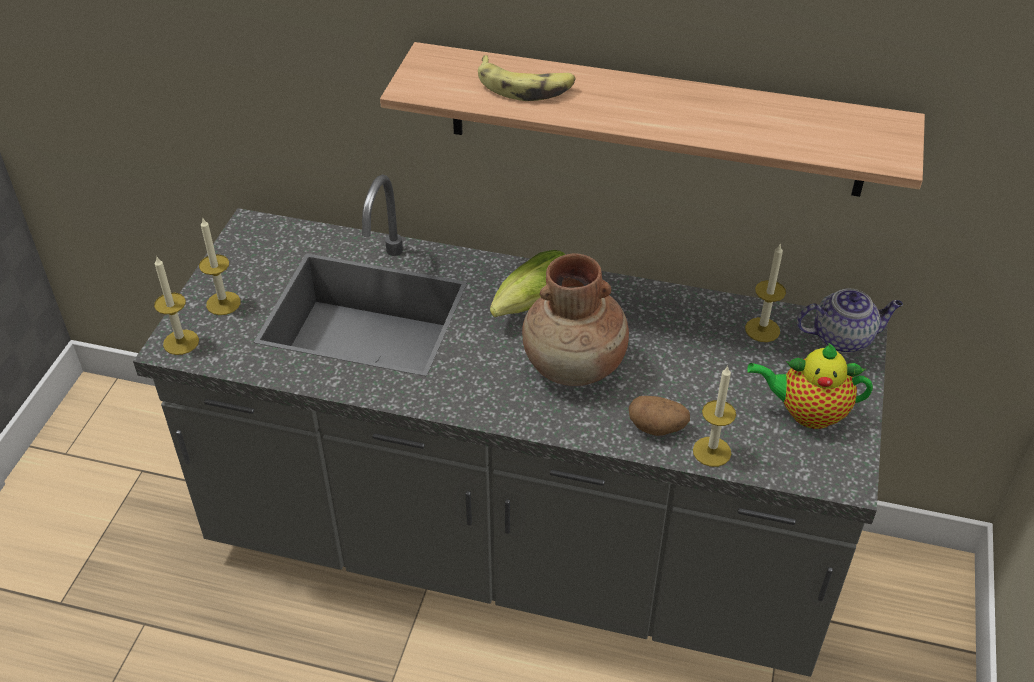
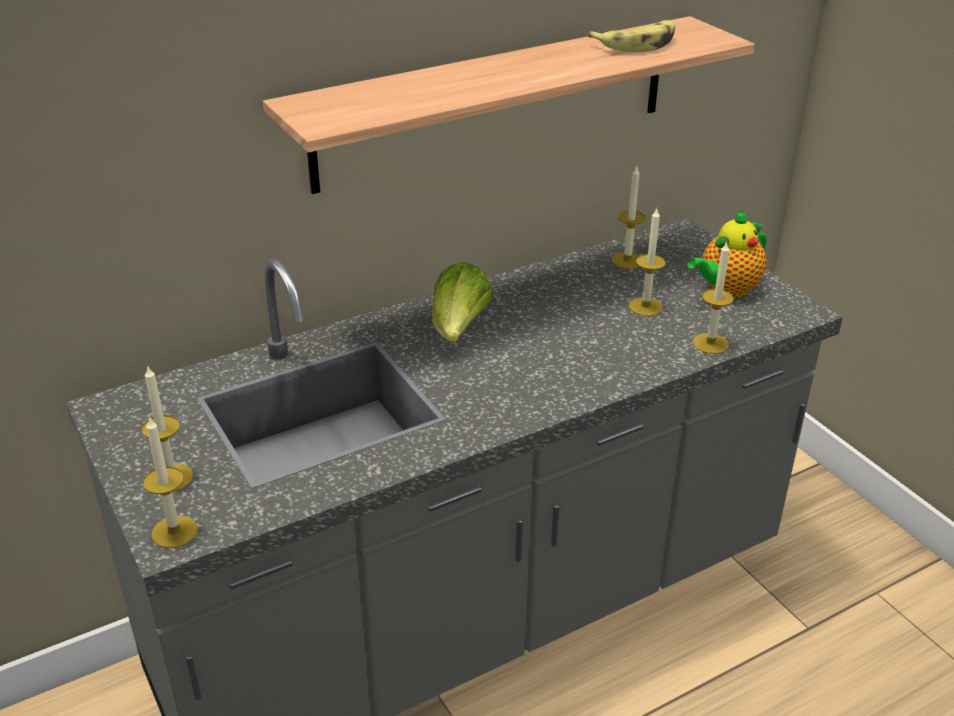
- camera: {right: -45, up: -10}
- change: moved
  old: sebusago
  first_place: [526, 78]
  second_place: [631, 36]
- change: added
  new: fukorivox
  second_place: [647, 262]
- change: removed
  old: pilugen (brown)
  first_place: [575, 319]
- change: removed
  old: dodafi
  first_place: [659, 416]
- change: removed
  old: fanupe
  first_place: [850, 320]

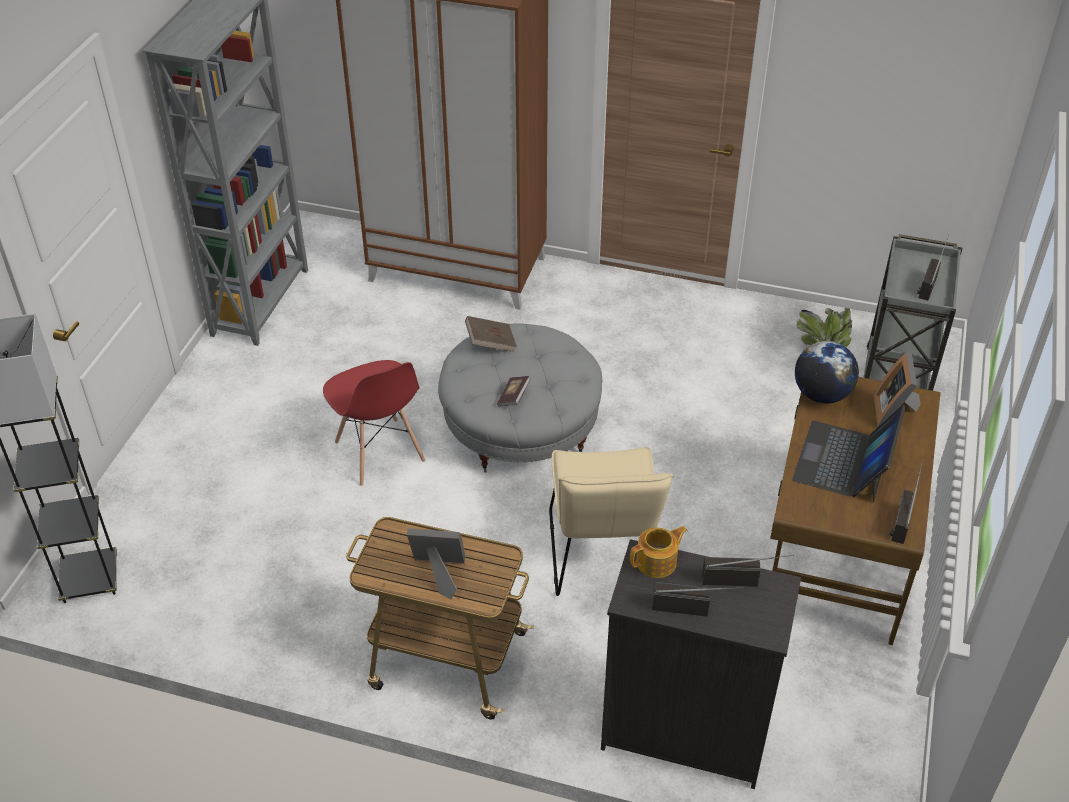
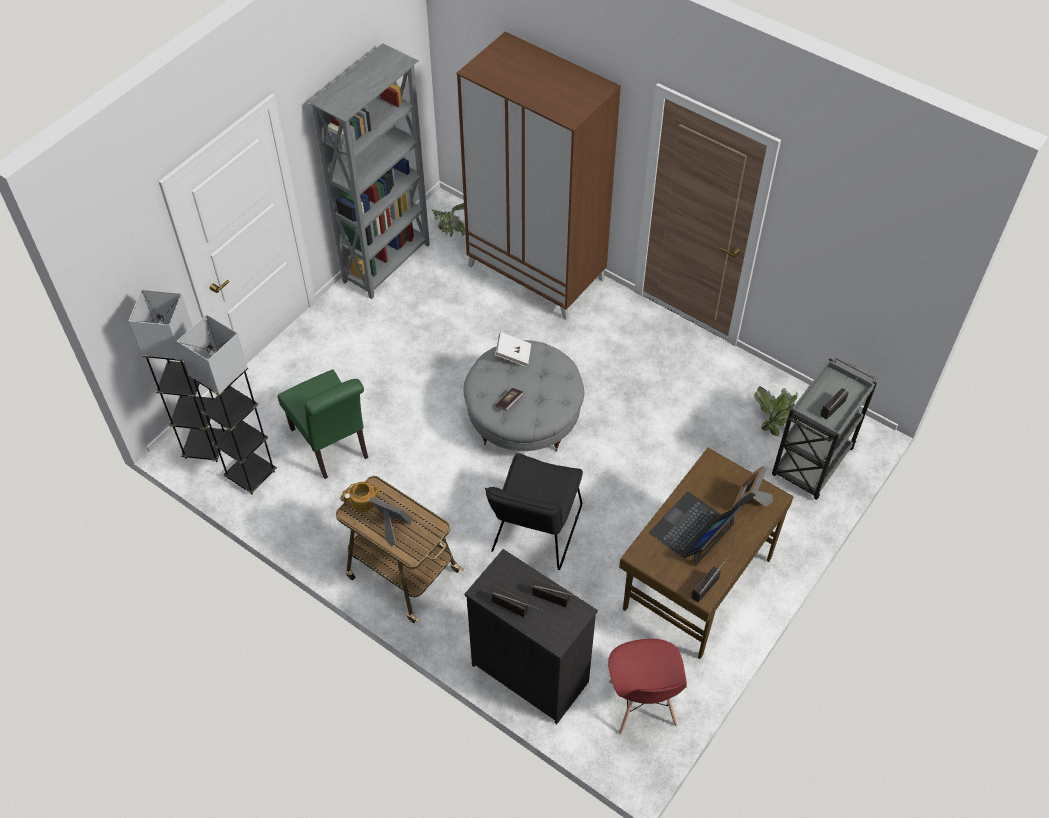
- camera: {right: 20, up: 10}
- change: added
  new: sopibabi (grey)
  second_place: [227, 404]
- change: added
  new: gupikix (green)
  second_place: [322, 424]
- change: moved
  old: fanupe
  first_place: [658, 552]
  second_place: [363, 497]
- change: added
  new: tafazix
  second_place: [449, 220]
- change: recoloured
  old: gupikix (beige)
  new: gupikix (black)
  first_place: [611, 521]
  second_place: [534, 511]
- change: recoloured
  old: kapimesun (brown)
  new: kapimesun (white)
  first_place: [491, 334]
  second_place: [513, 349]
- change: moved
  old: gupikix (red)
  first_place: [374, 423]
  second_place: [647, 687]
- change: removed
  old: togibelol
  first_place: [827, 372]

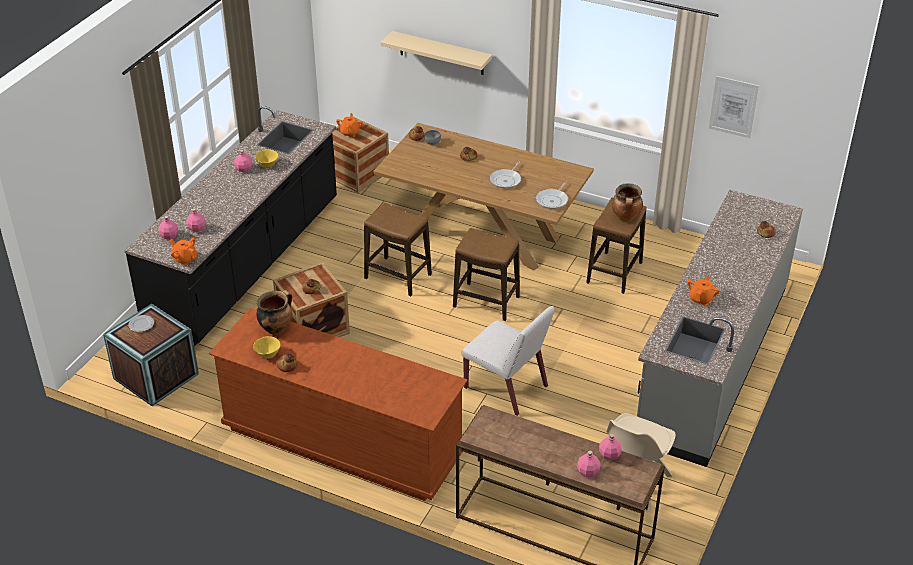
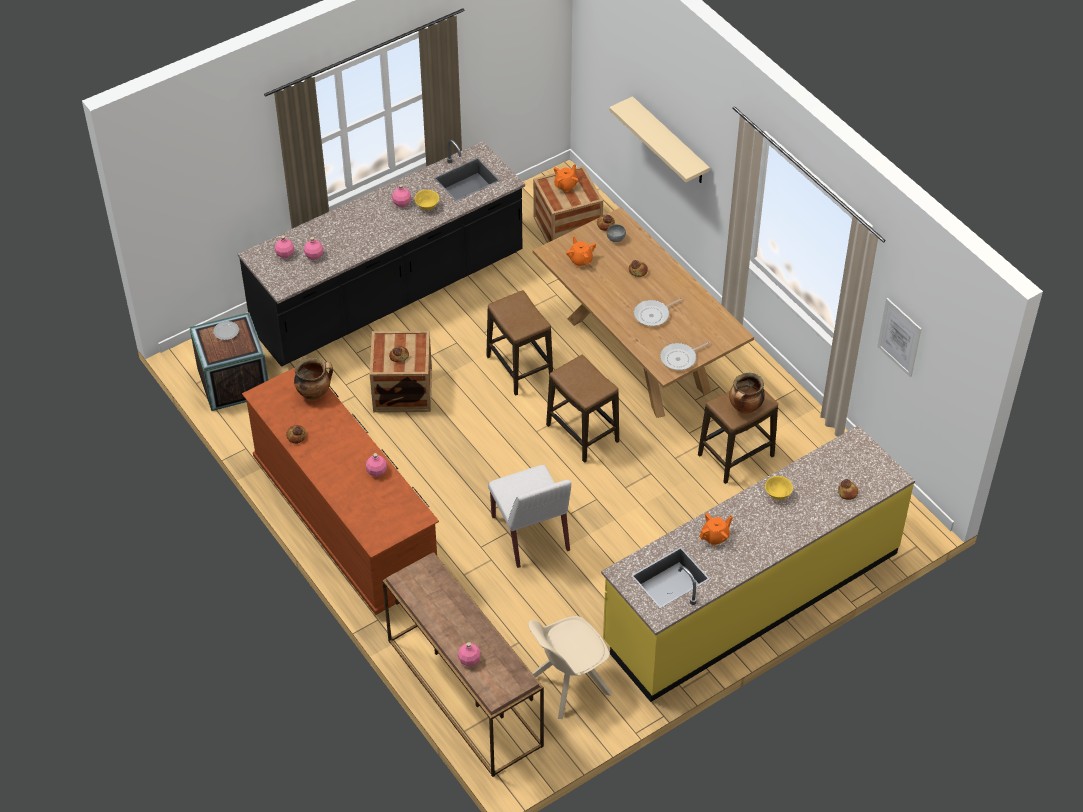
- camera: {right: 30, up: 10}
- change: moved
  old: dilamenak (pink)
  first_place: [610, 447]
  second_place: [376, 465]
- change: moved
  old: fanupe (orange)
  first_place: [183, 251]
  second_place: [581, 252]
- change: recoloured
  old: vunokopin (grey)
  new: vunokopin (yellow)
  first_place: [720, 328]
  second_place: [758, 563]
- change: moved
  old: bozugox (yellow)
  first_place: [267, 347]
  second_place: [779, 488]

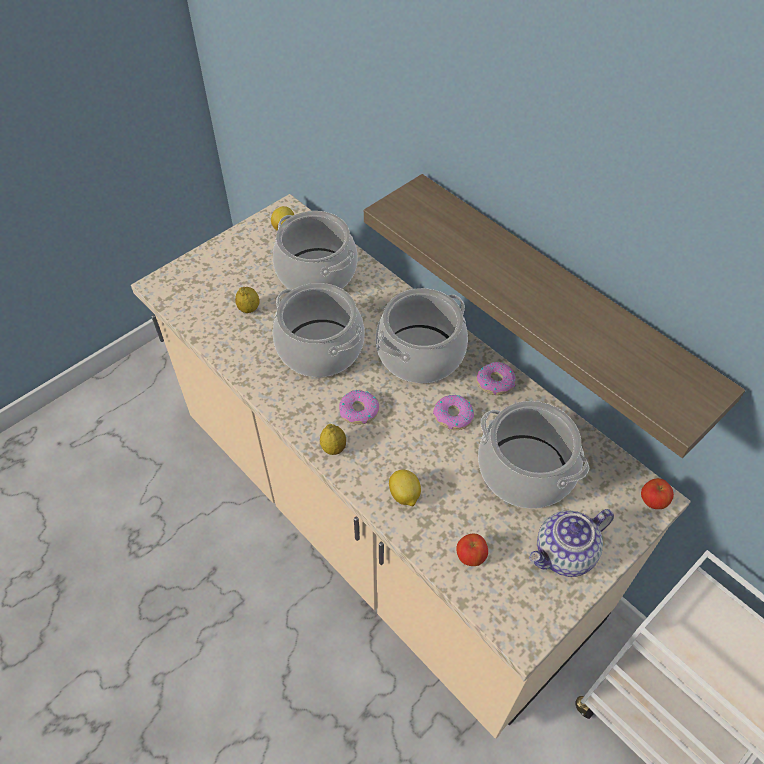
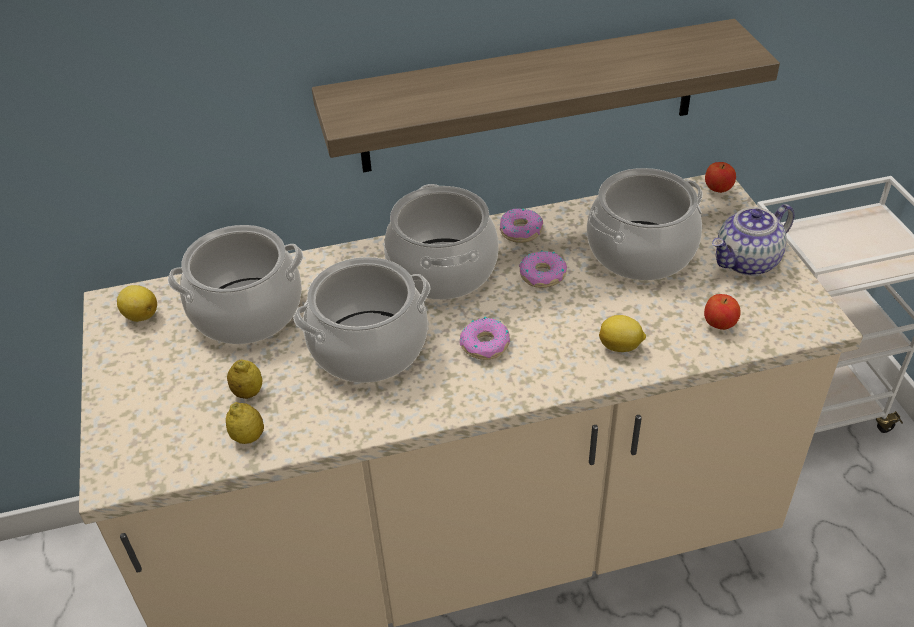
- camera: {right: -60, up: -10}
- change: moved
  old: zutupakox
  first_place: [333, 439]
  second_place: [245, 423]
- change: turned
  old: fanupe
  first_place: [571, 543]
  second_place: [753, 240]
  degrees: 60

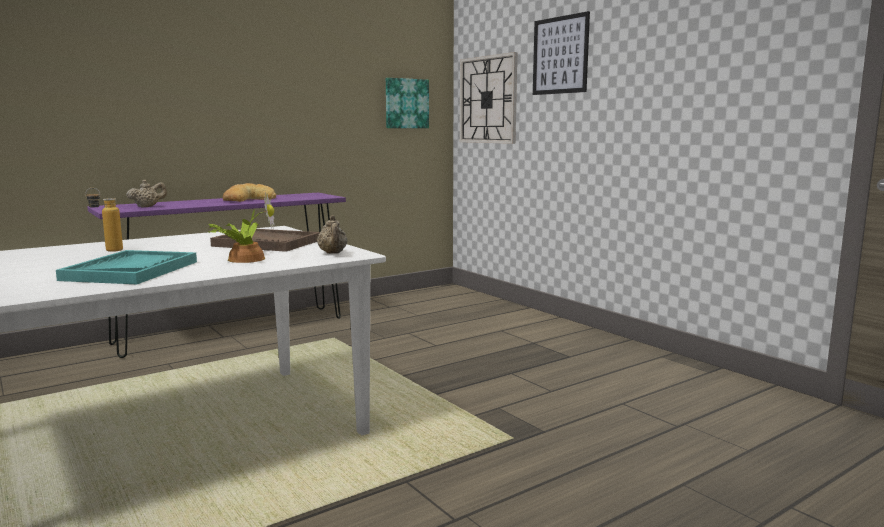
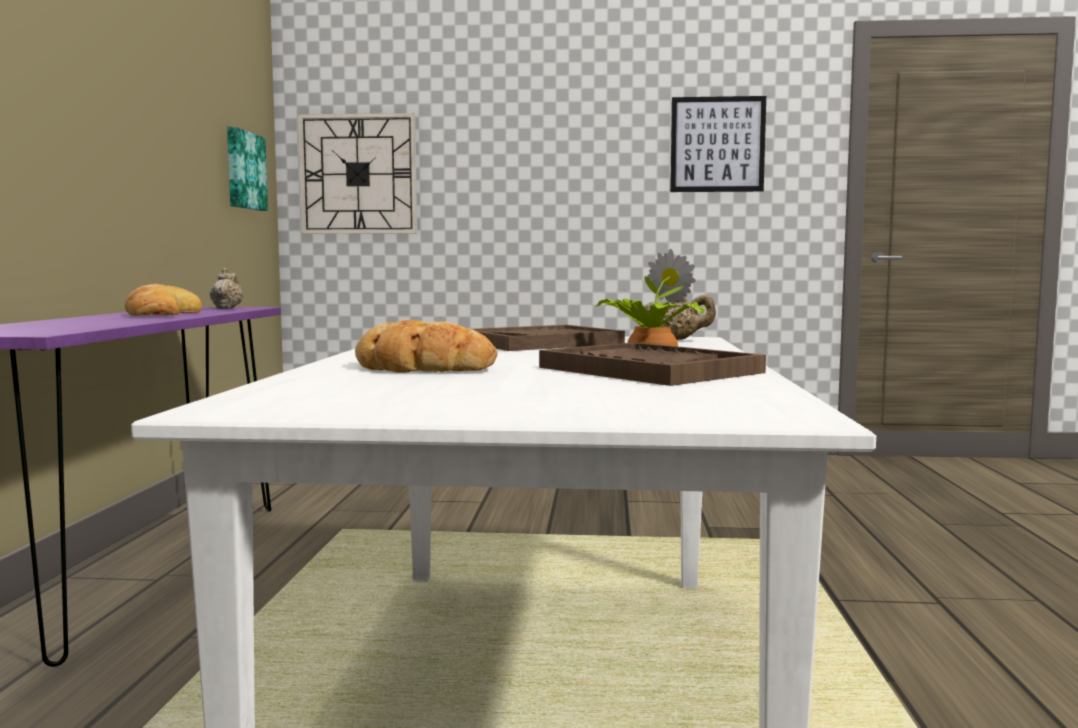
- camera: {right: -50, up: -5}
- change: moved
  old: fanupe (beige)
  first_place: [146, 194]
  second_place: [226, 288]
- change: replaced
  old: dilamenak
  new: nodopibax
  first_place: [104, 220]
  second_place: [426, 346]
- change: recoloured
  old: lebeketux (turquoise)
  new: lebeketux (brown)
  first_place: [126, 267]
  second_place: [652, 364]
- change: moved
  old: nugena
  first_place: [561, 53]
  second_place: [718, 144]

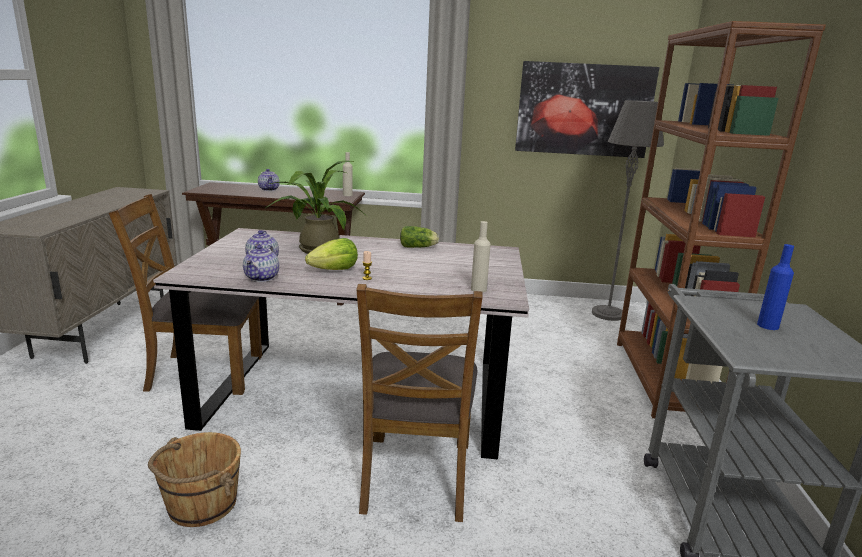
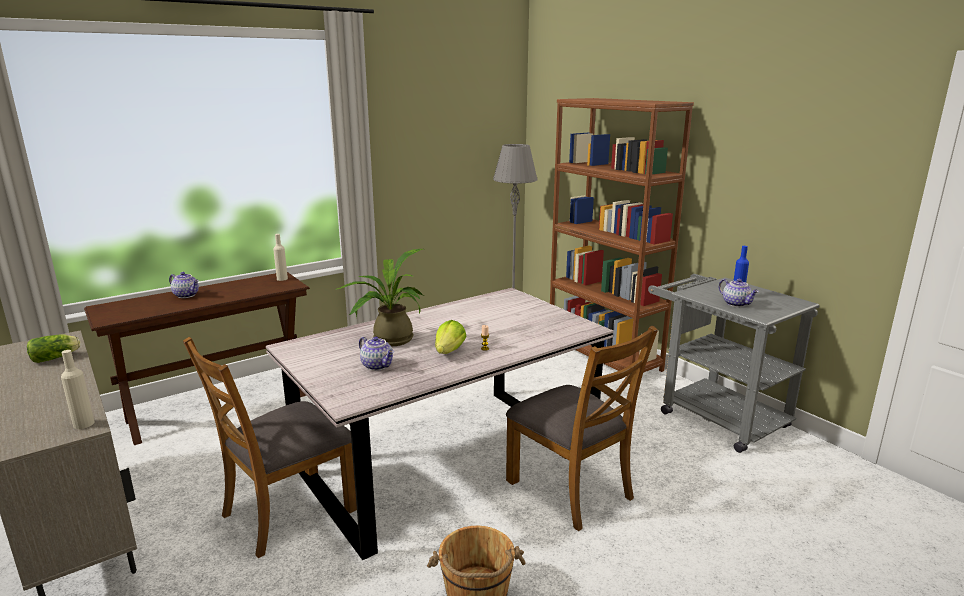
- camera: {right: -40, up: 0}
- change: moved
  old: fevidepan
  first_place: [419, 237]
  second_place: [54, 348]
- change: moved
  old: dilamenak (beige)
  first_place: [481, 256]
  second_place: [77, 389]
- change: moved
  old: fanupe
  first_place: [261, 263]
  second_place: [739, 293]
- change: removed
  old: nugena
  first_place: [587, 109]

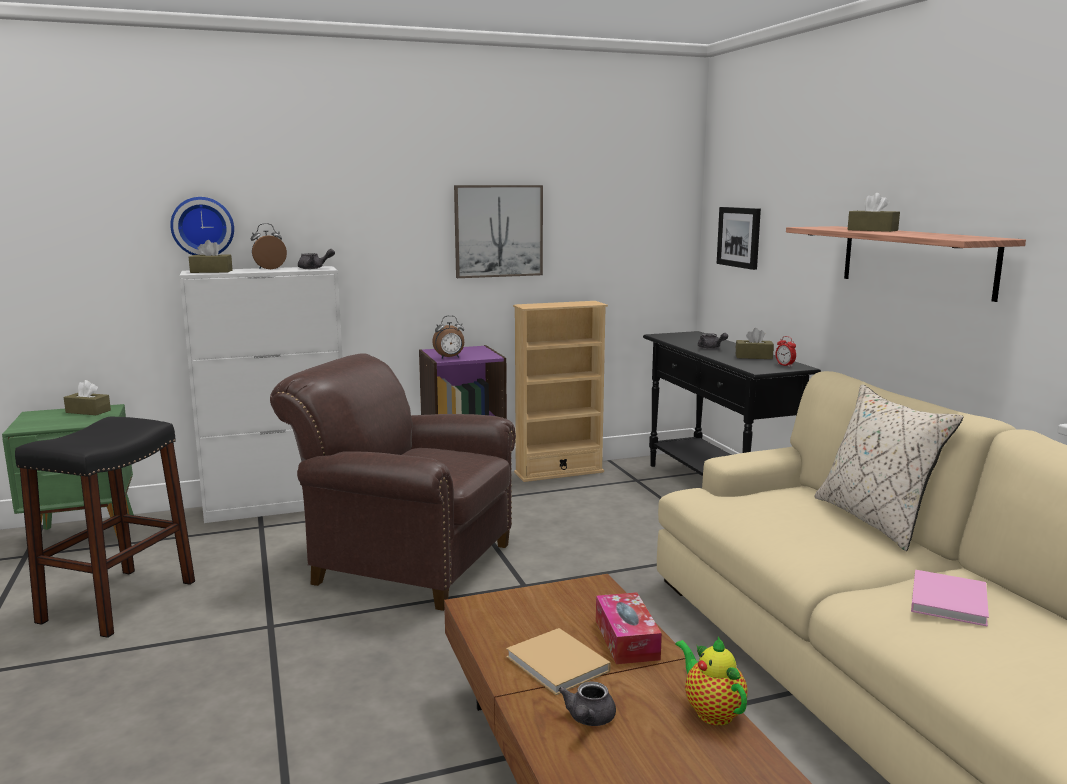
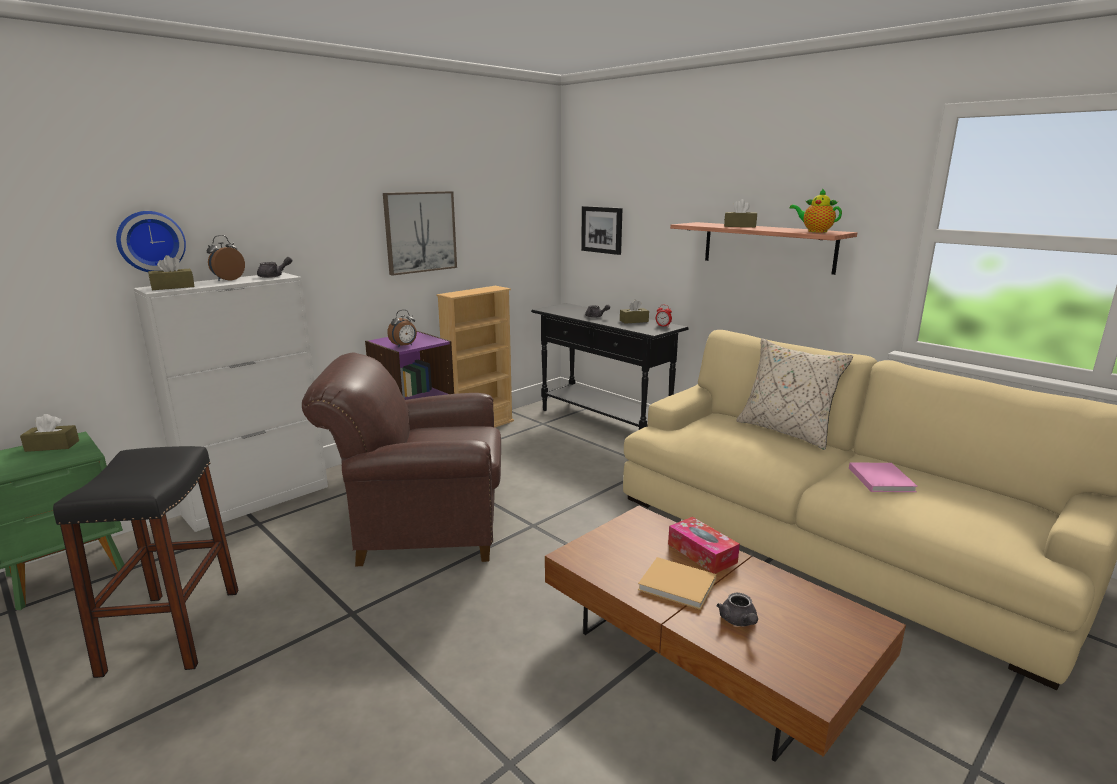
- camera: {right: -25, up: 5}
- change: moved
  old: fanupe
  first_place: [711, 681]
  second_place: [816, 210]

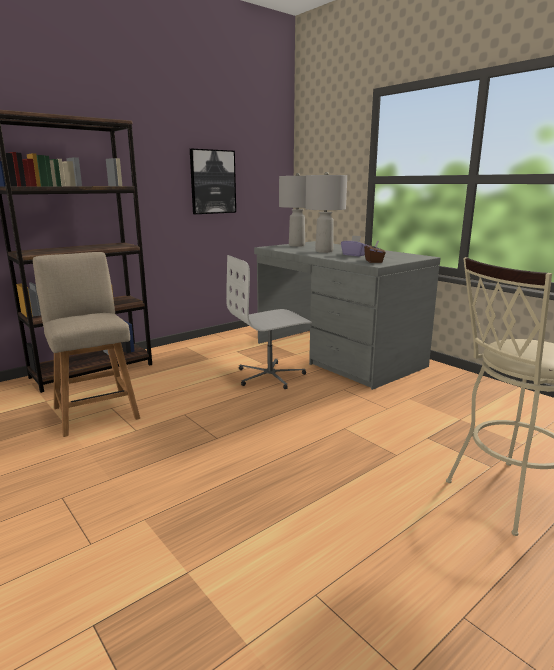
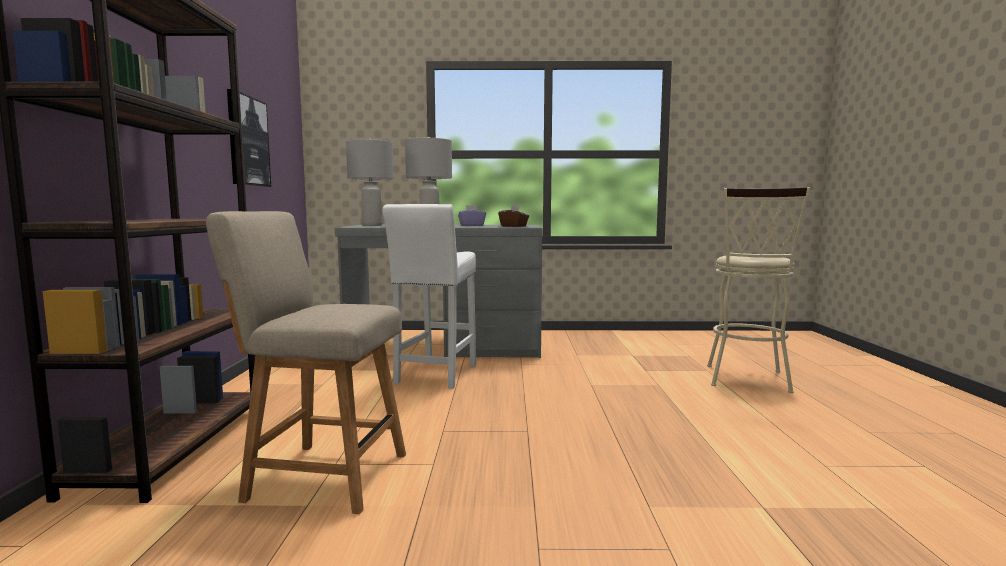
- camera: {right: -50, up: -10}
- change: replaced
  old: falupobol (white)
  new: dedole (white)
  first_place: [269, 322]
  second_place: [429, 296]

